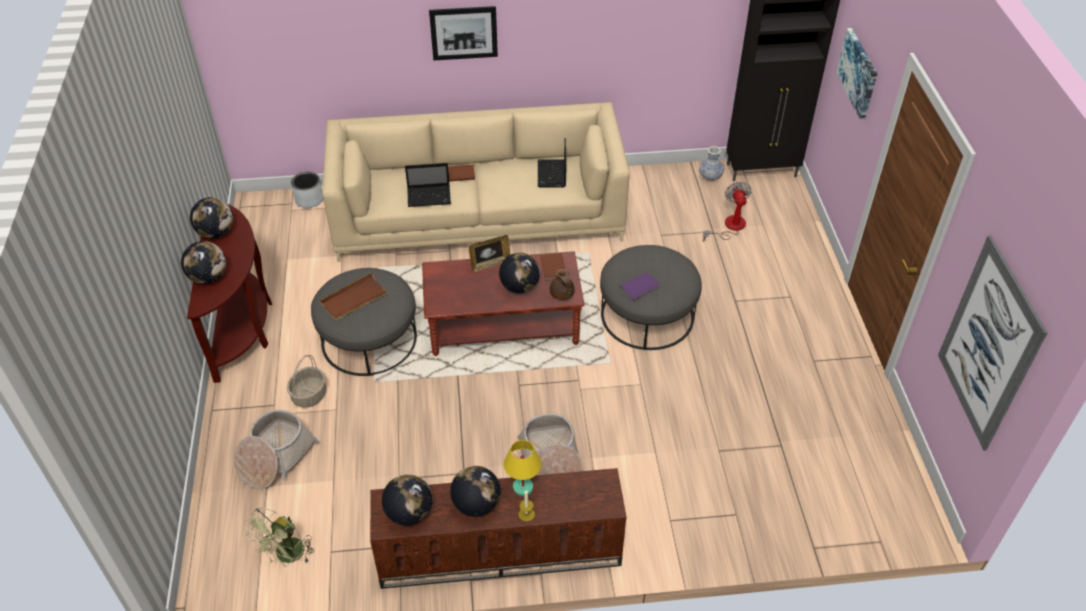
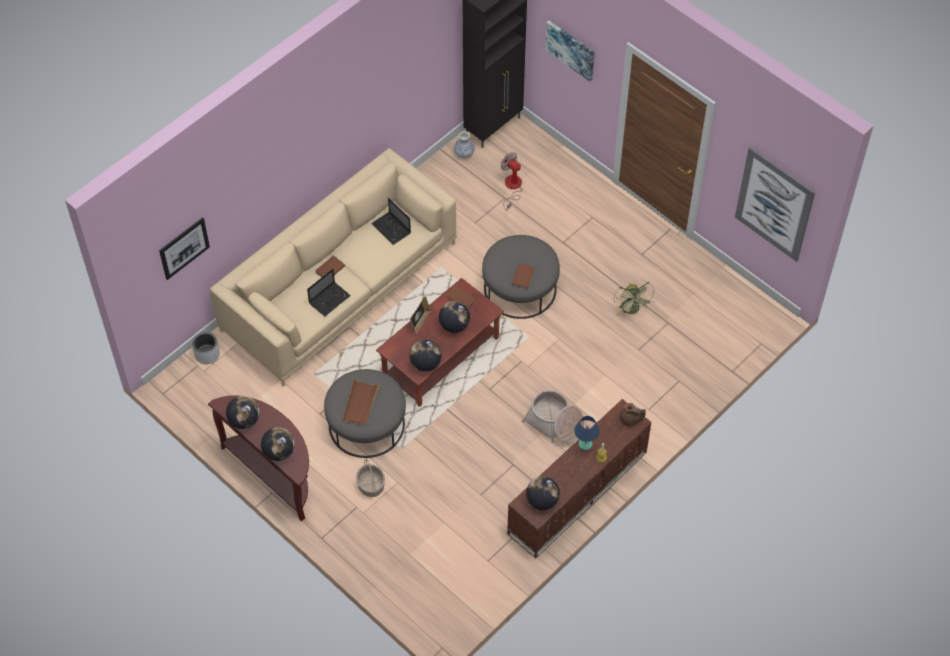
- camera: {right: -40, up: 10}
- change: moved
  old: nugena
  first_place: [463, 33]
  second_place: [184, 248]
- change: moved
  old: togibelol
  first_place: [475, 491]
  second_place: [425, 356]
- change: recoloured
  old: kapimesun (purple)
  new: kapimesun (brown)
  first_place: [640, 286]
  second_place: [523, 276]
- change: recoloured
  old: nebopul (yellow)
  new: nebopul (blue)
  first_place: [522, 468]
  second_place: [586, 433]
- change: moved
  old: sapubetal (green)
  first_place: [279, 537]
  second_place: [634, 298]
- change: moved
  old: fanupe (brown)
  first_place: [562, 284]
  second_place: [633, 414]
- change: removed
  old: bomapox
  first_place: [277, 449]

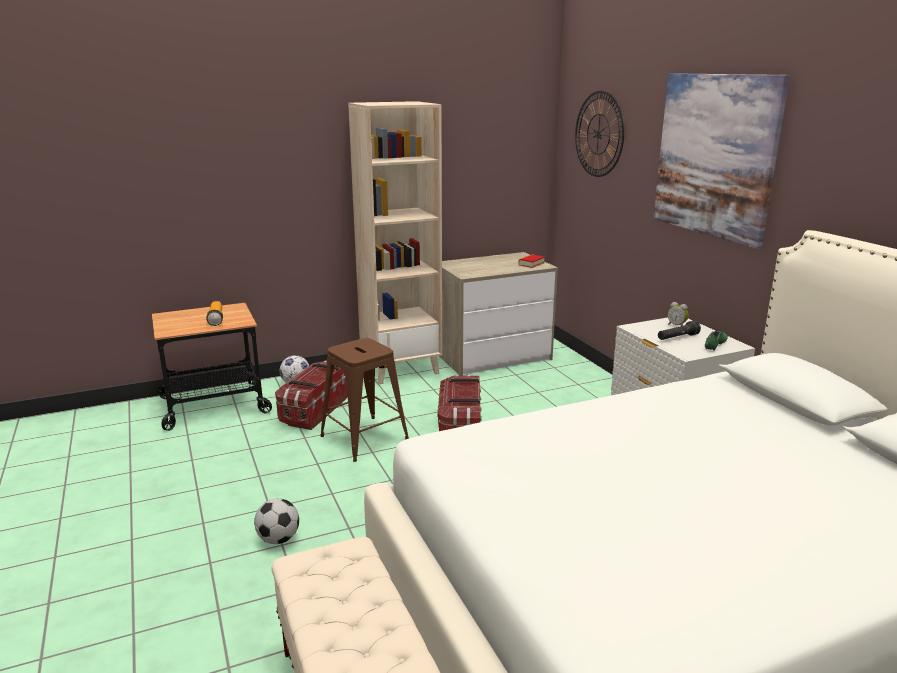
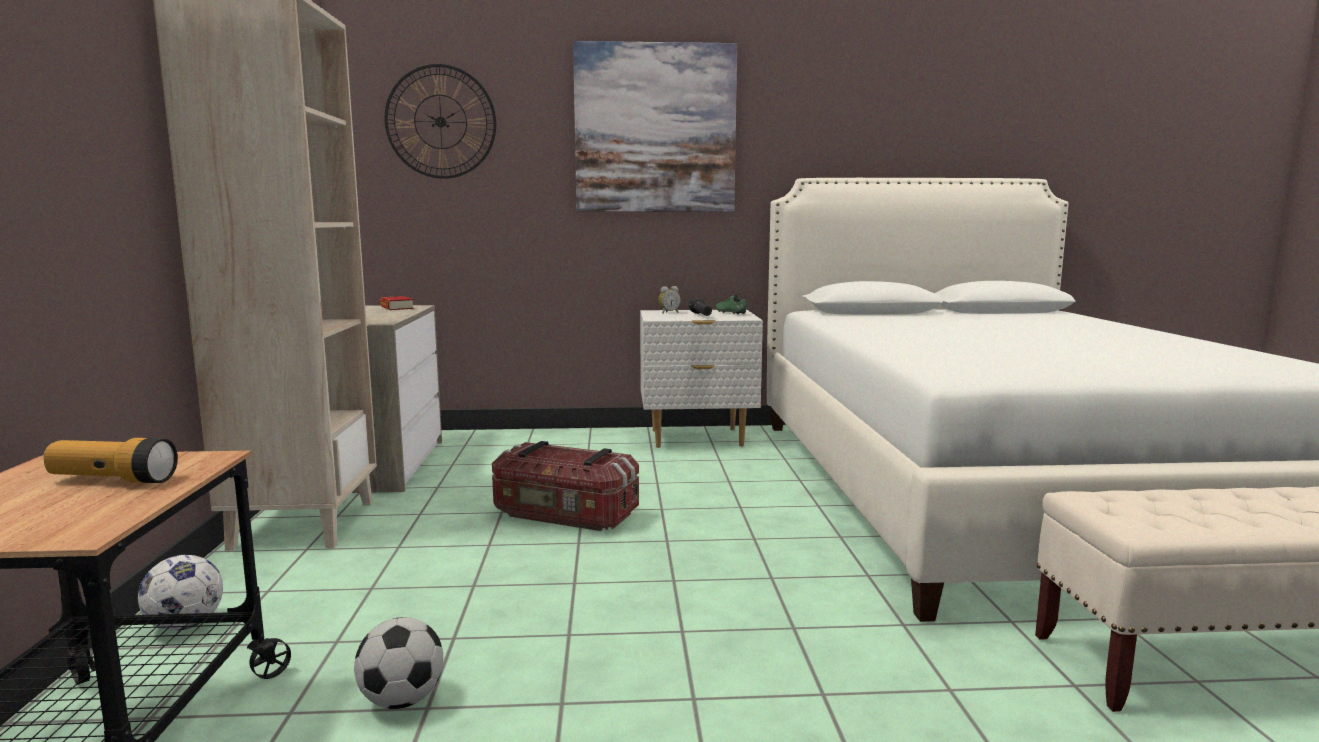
- camera: {right: -70, up: -10}
- change: moved
  old: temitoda
  first_place: [276, 521]
  second_place: [398, 663]
- change: removed
  old: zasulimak
  first_place: [311, 395]
- change: removed
  old: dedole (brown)
  first_place: [364, 400]

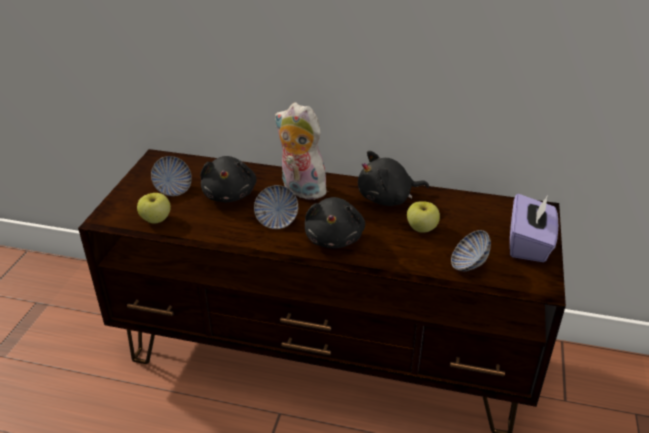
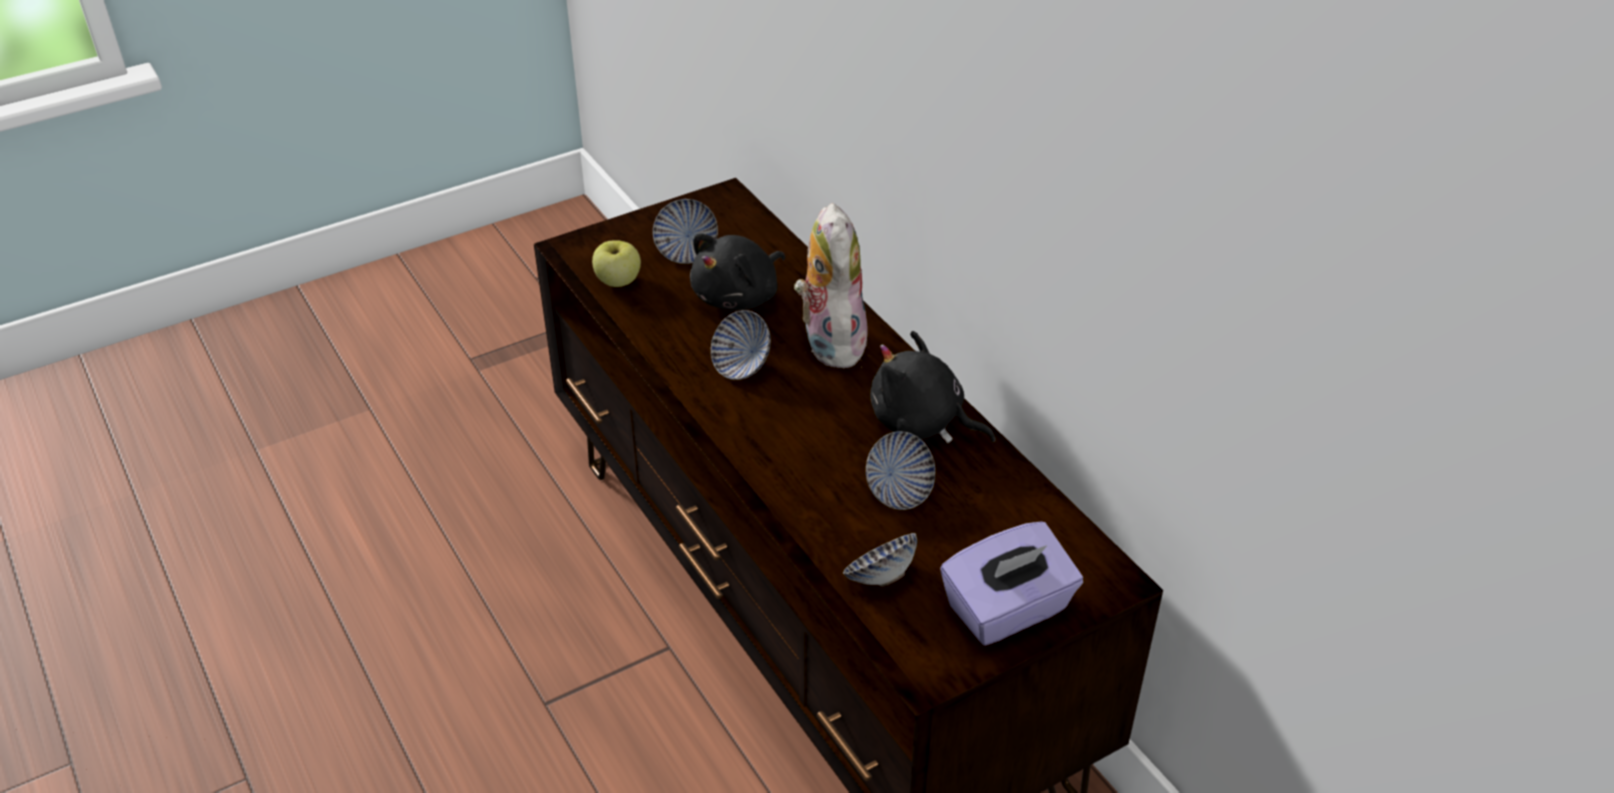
- camera: {right: 45, up: 5}
- change: replaced
  old: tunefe
  new: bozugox
  first_place: [423, 217]
  second_place: [900, 470]
- change: removed
  old: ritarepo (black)
  first_place: [335, 222]

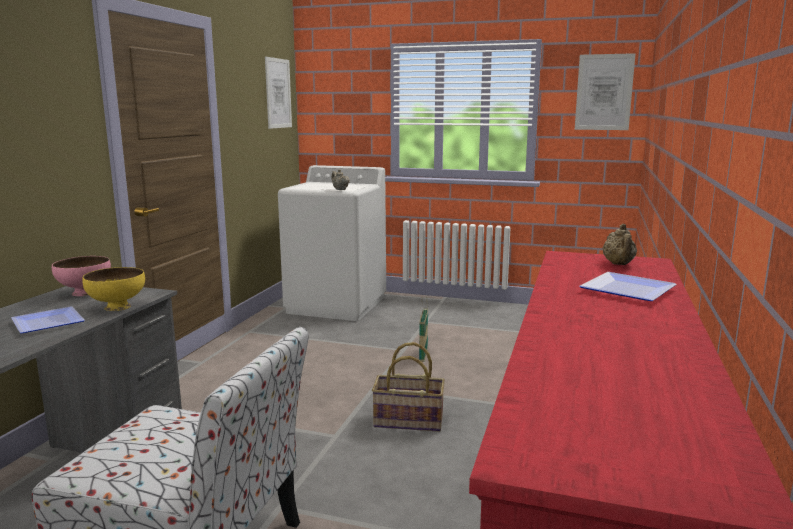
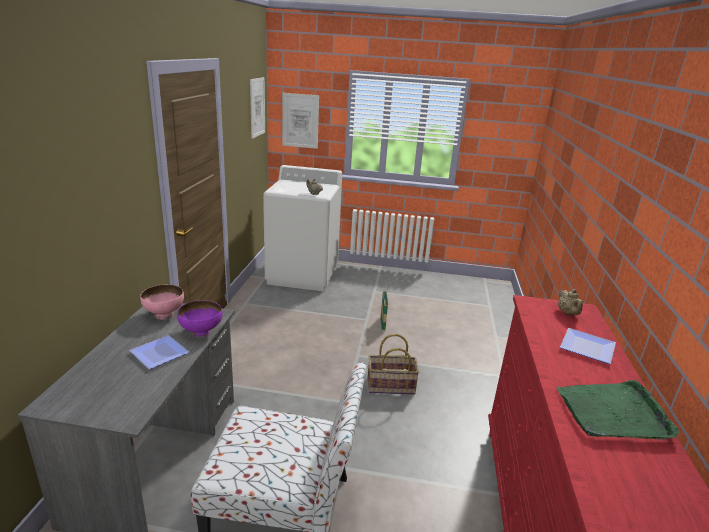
- camera: {right: -10, up: 10}
- change: recoloured
  old: bozugox (yellow)
  new: bozugox (purple)
  first_place: [113, 289]
  second_place: [199, 318]
- change: moved
  old: nugena
  first_place: [605, 91]
  second_place: [300, 121]
- change: added
  new: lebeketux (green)
  second_place: [617, 409]

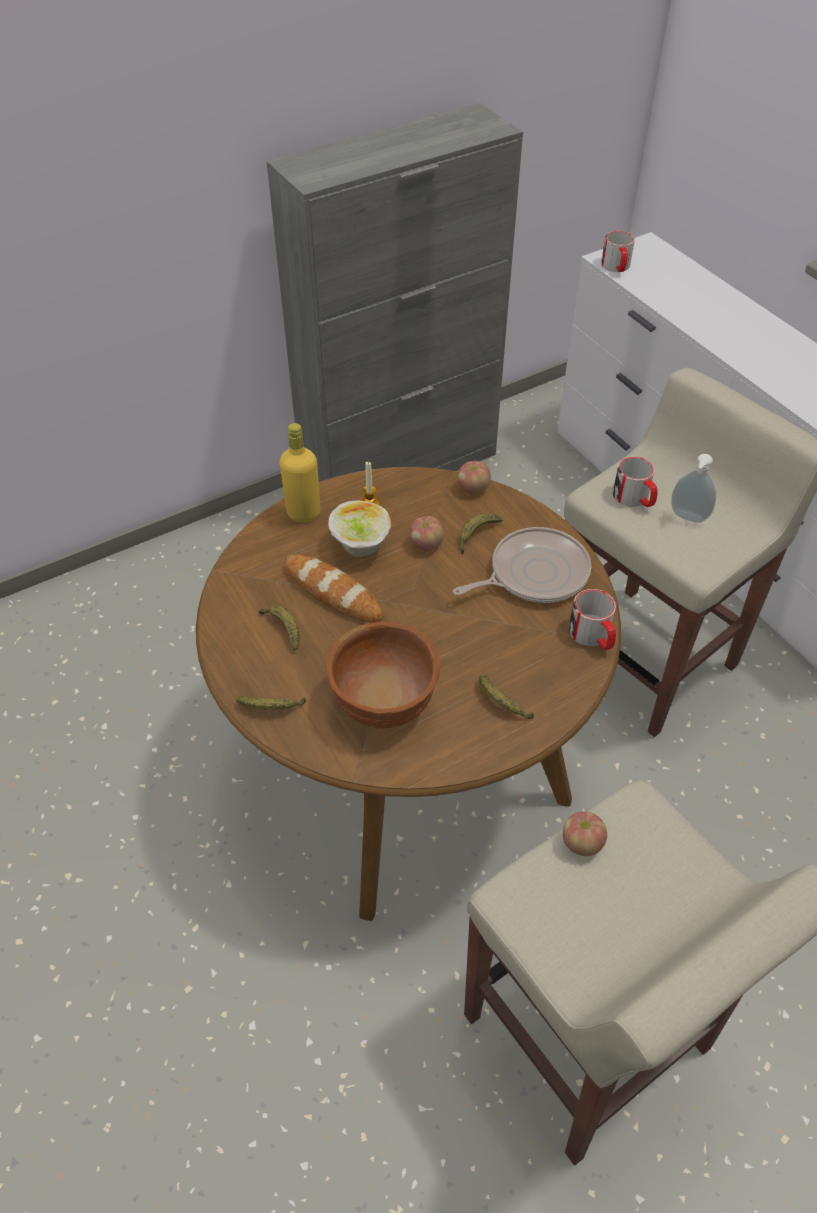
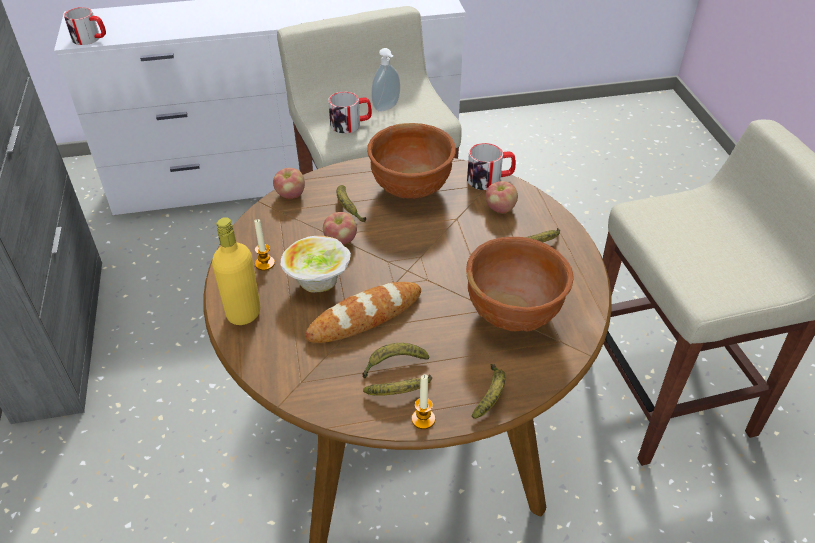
- camera: {right: -70, up: -5}
- change: added
  new: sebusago
  second_place: [397, 385]
- change: replaced
  old: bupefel
  new: bozugox (brown)
  first_place: [522, 565]
  second_place: [411, 161]
- change: added
  new: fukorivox
  second_place: [423, 401]
- change: moved
  old: tunefe
  first_place: [585, 833]
  second_place: [502, 197]

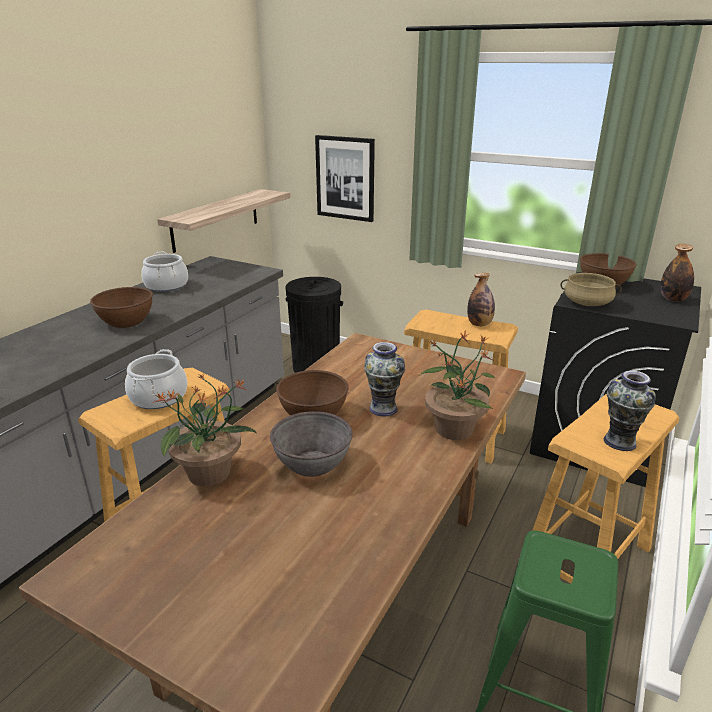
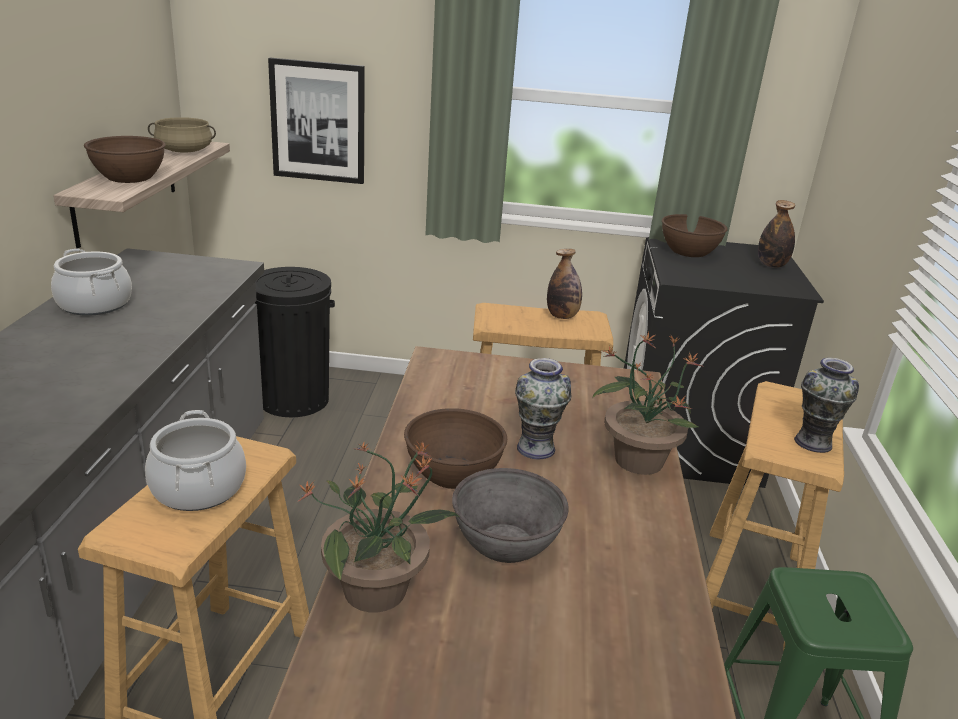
- camera: {right: -25, up: 0}
- change: moved
  old: bozugox (brown)
  first_place: [121, 307]
  second_place: [125, 159]
- change: moved
  old: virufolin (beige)
  first_place: [591, 289]
  second_place: [182, 135]

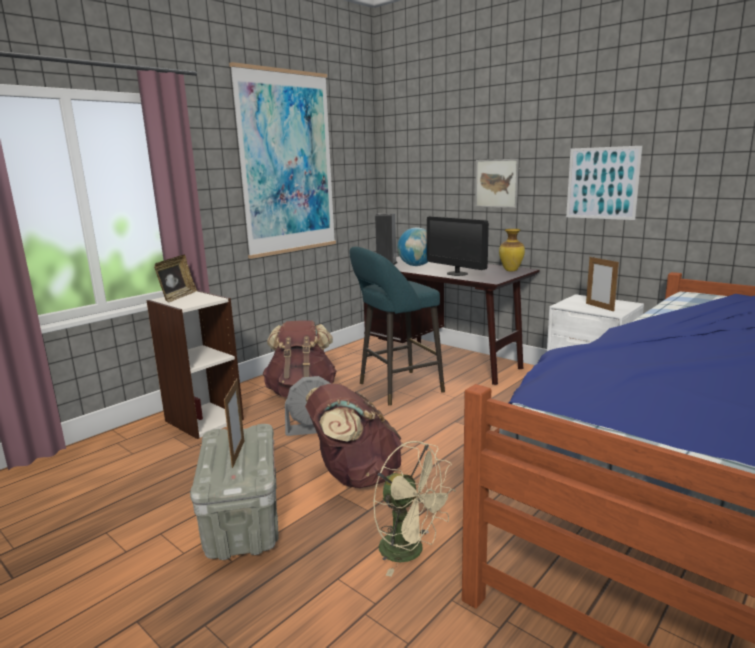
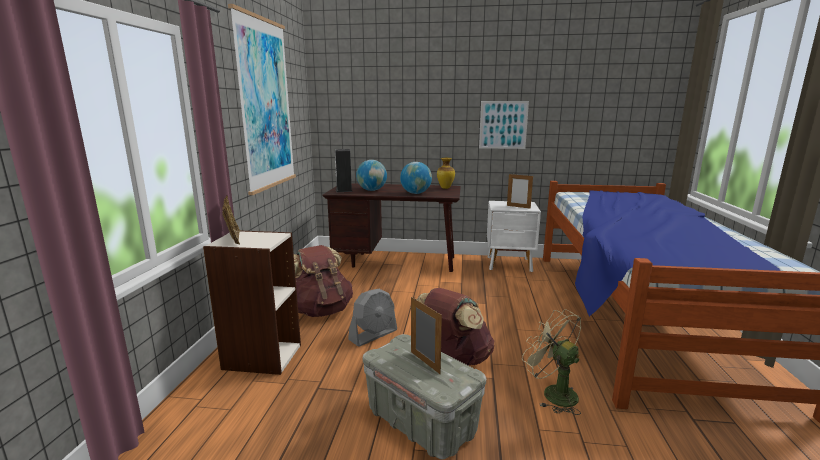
- camera: {right: -35, up: 0}
- change: replaced
  old: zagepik
  new: togibelol
  first_place: [458, 246]
  second_place: [416, 178]
- change: turned
  old: sapubetal (beige)
  first_place: [414, 509]
  second_place: [551, 362]
  degrees: -135
- change: removed
  old: dedole (turquoise)
  first_place: [397, 326]
- change: removed
  old: nugena
  first_place: [497, 183]

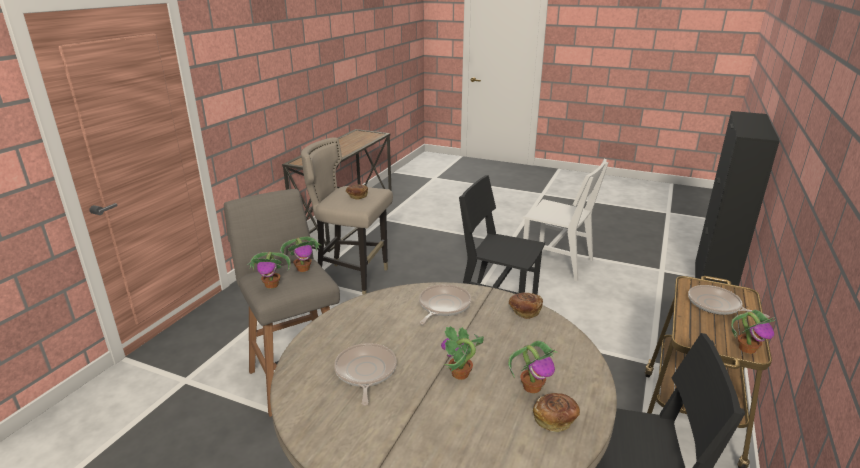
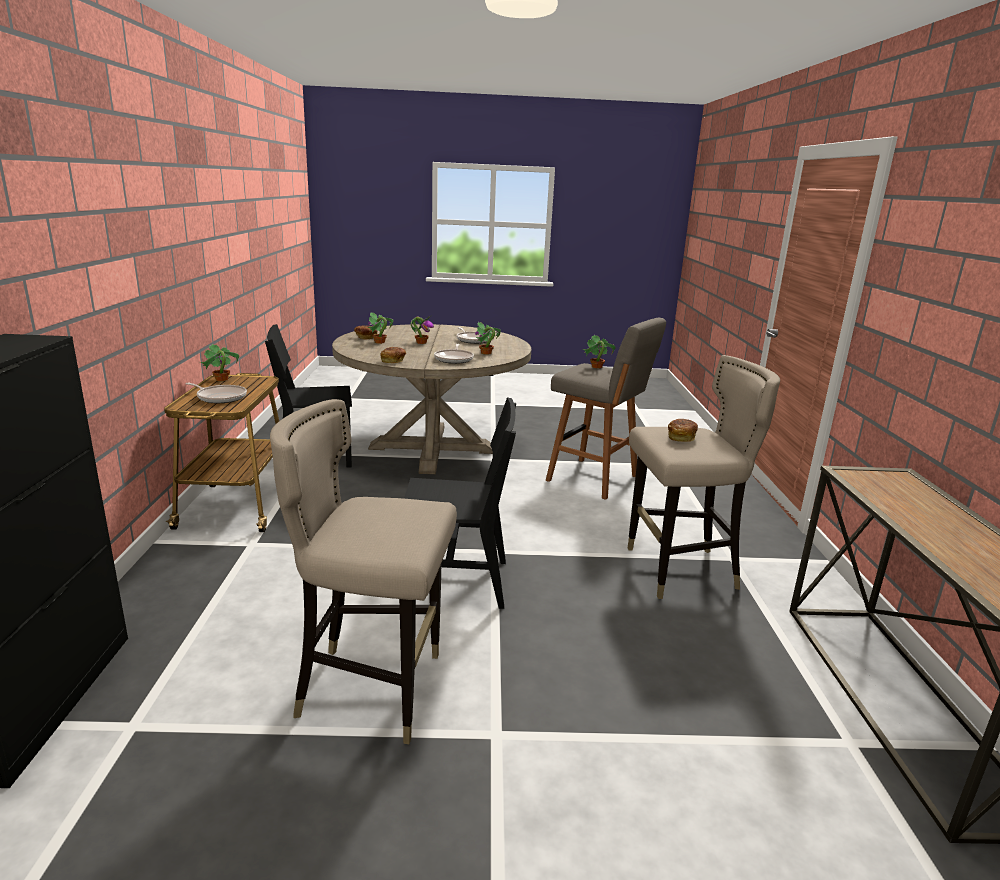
- camera: {right: 155, up: -5}
- change: replaced
  old: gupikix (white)
  new: dedole (beige)
  first_place: [566, 220]
  second_place: [363, 571]
- change: moved
  old: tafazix
  first_place: [300, 254]
  second_place: [488, 338]

